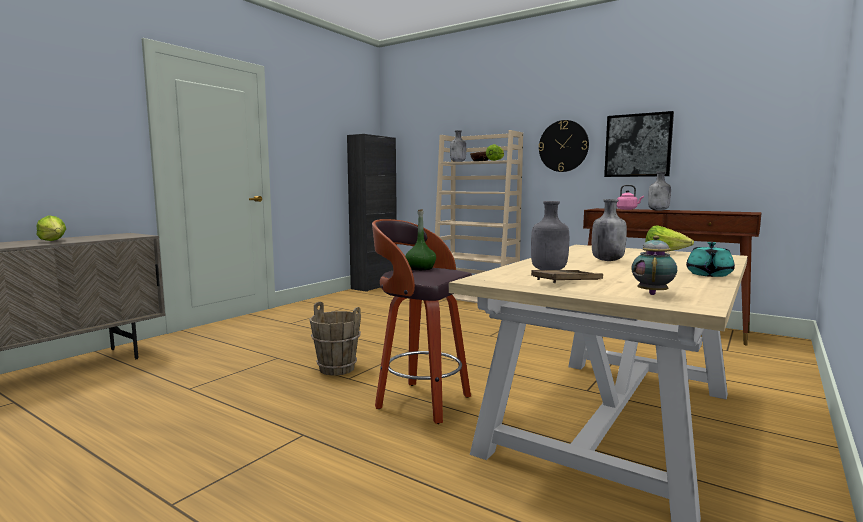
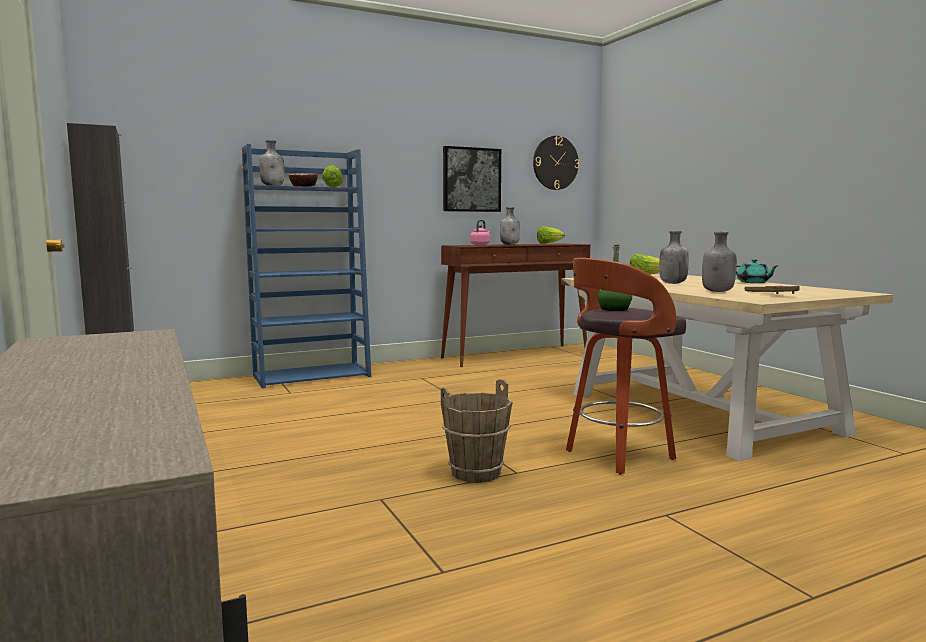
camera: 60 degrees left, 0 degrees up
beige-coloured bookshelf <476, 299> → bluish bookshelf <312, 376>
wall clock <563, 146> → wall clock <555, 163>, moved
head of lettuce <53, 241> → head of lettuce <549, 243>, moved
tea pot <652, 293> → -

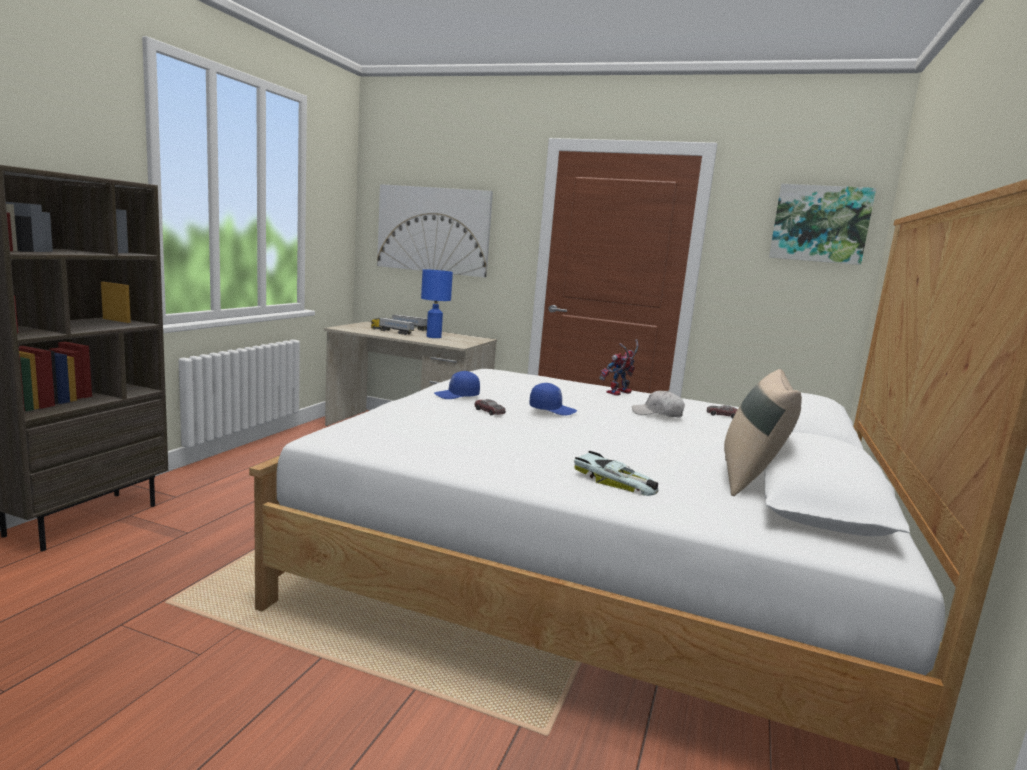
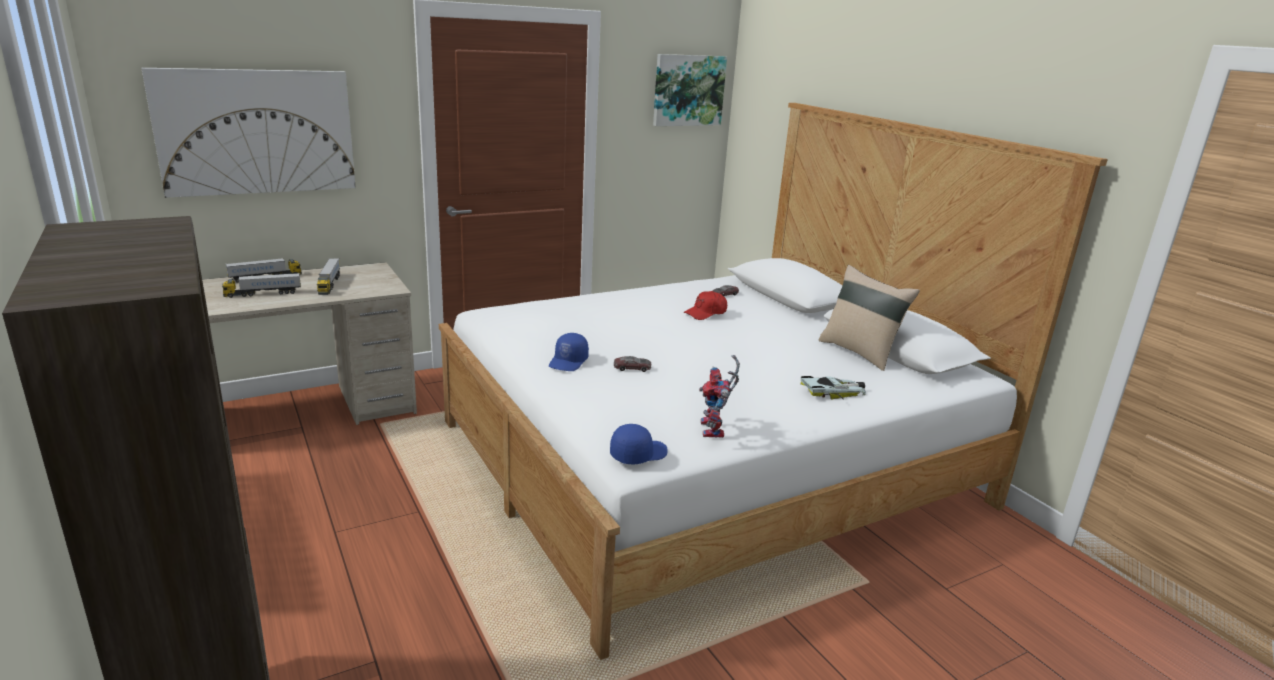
camera: 50 degrees left, 10 degrees up
bluish table lamp <434, 337> → toy truck <329, 284>
bluish peaked cap <552, 410> → bluish peaked cap <638, 454>, moved
white-coloured peaked cap <657, 414> → red-coloured peaked cap <706, 313>
toy robot <618, 393> → toy robot <715, 431>, moved

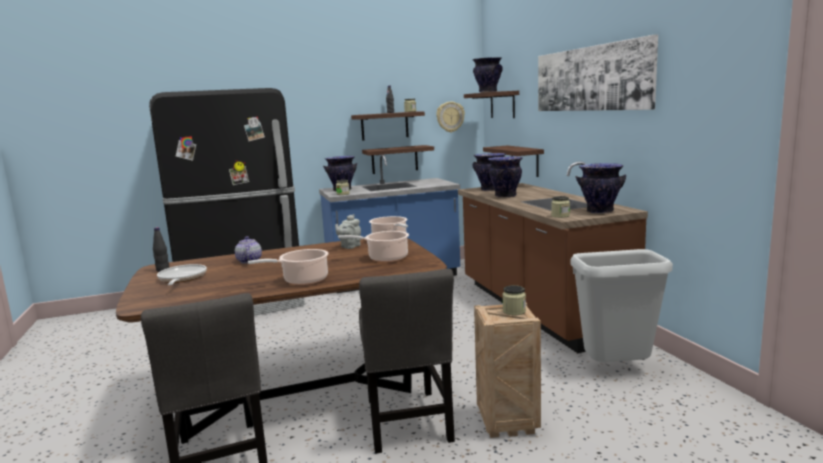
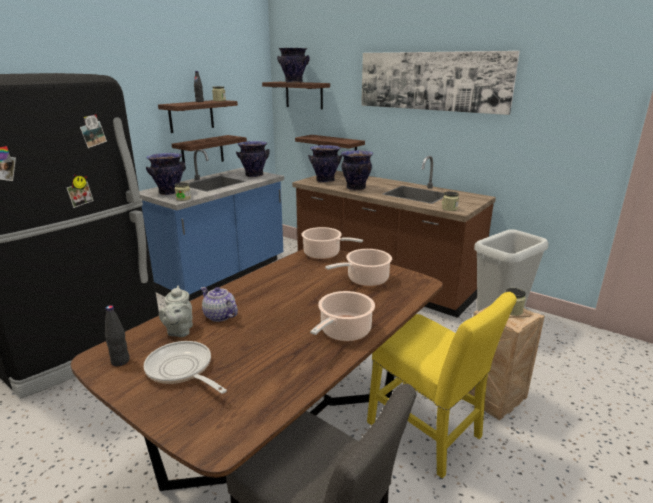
camera: 35 degrees left, 10 degrees up
greyish tea pot <349, 246> → greyish tea pot <179, 331>, moved
flower vase <600, 211> → flower vase <254, 175>, moved
greyish plain chair <408, 424> → yellow-coloured plain chair <428, 433>
wall clock <450, 117> → -

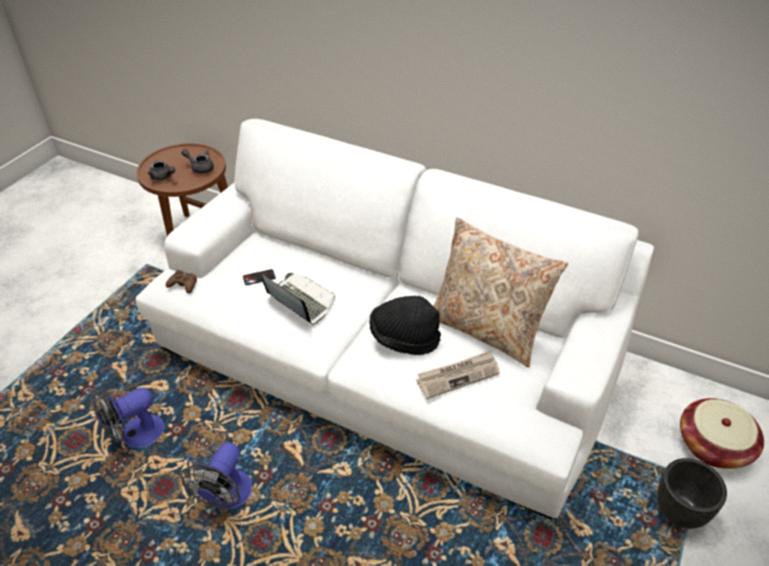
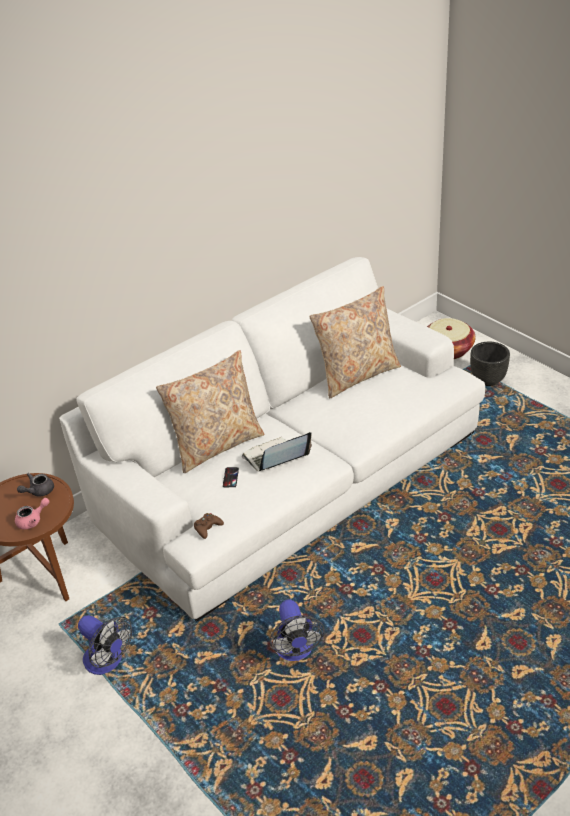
camera: 65 degrees left, 5 degrees down
greyish tea pot <163, 177> → pink tea pot <32, 520>
fan <227, 498> → fan <108, 662>, moved
- → beige-coloured throw pillow <216, 445>
black hat <404, 338> → -
printed paper <458, 375> → -

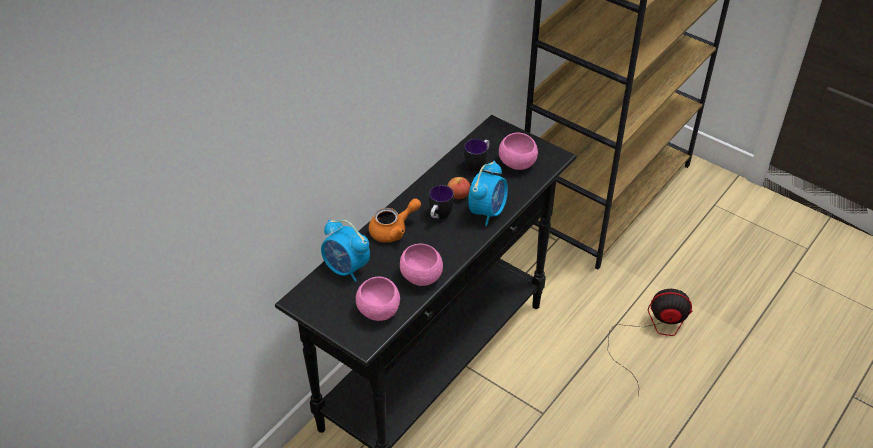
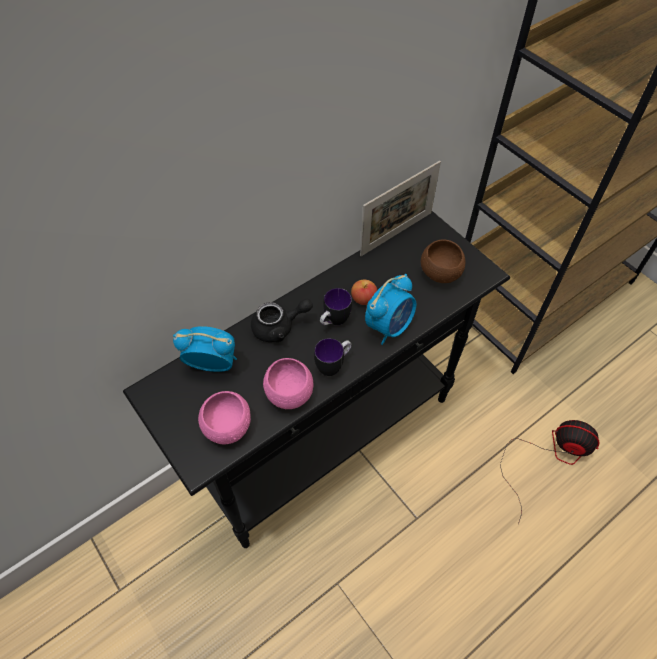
camera: 15 degrees right, 10 degrees up
bedside clock <346, 268> → bedside clock <212, 364>, 135 degrees clockwise
orange tea pot <393, 230> → black tea pot <279, 327>
mug <478, 164> → mug <333, 365>, moved
- → standing frame <396, 233>
pink bowl <517, 163> → brown bowl <440, 273>

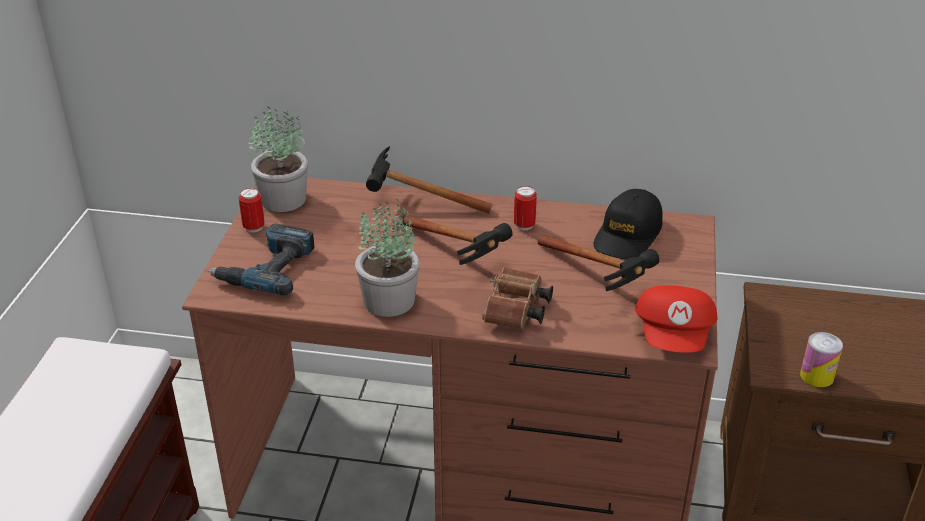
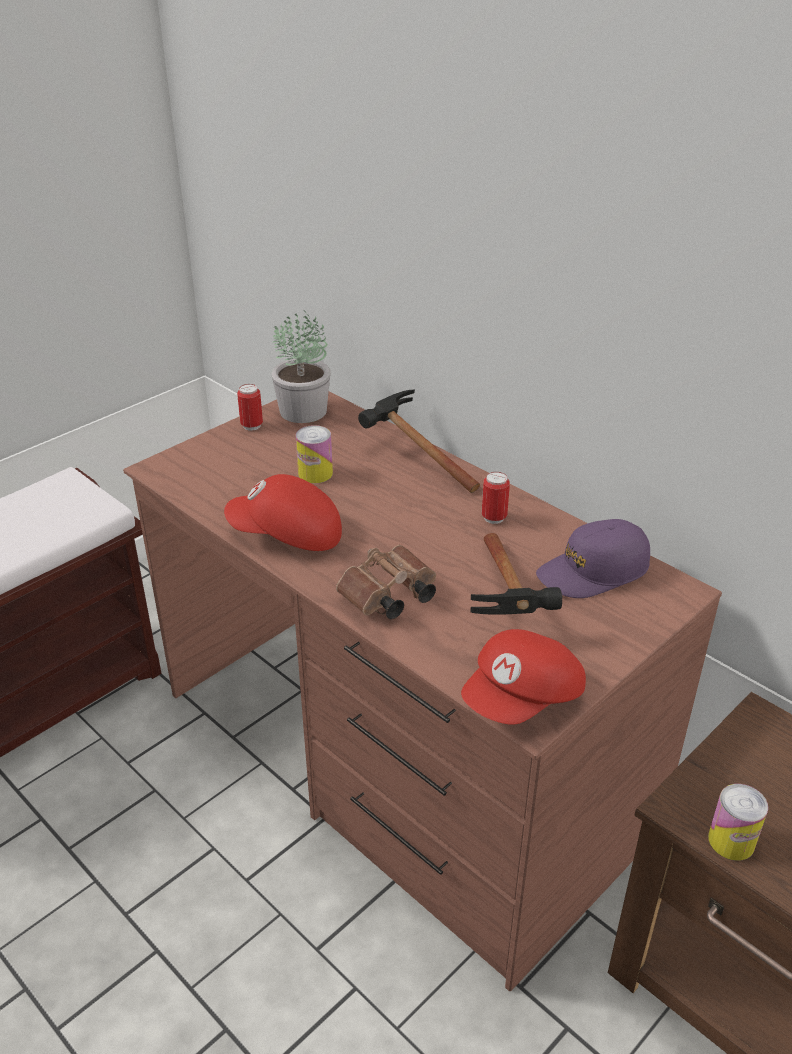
camera: 35 degrees right, 0 degrees up
houseplant <390, 300> → red-coloured peaked cap <287, 536>
- → metal can <315, 473>
black peaked cap <627, 235> → purplish peaked cap <593, 571>
power drill <267, 268> → -
hand hammer <459, 257> → -

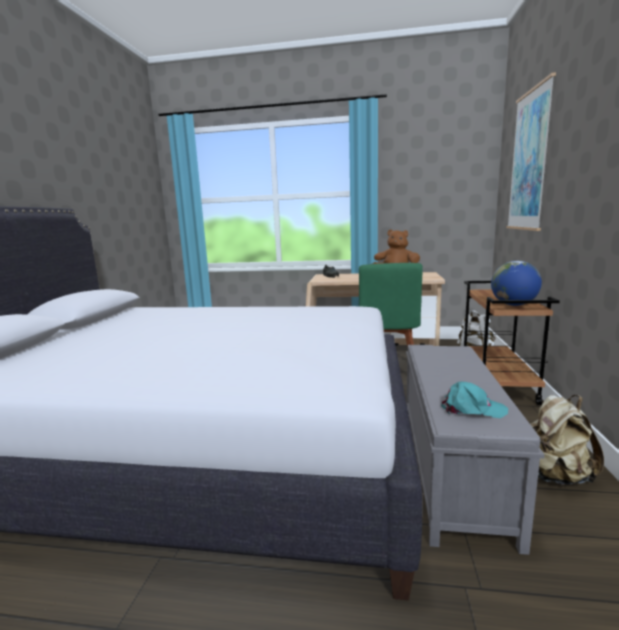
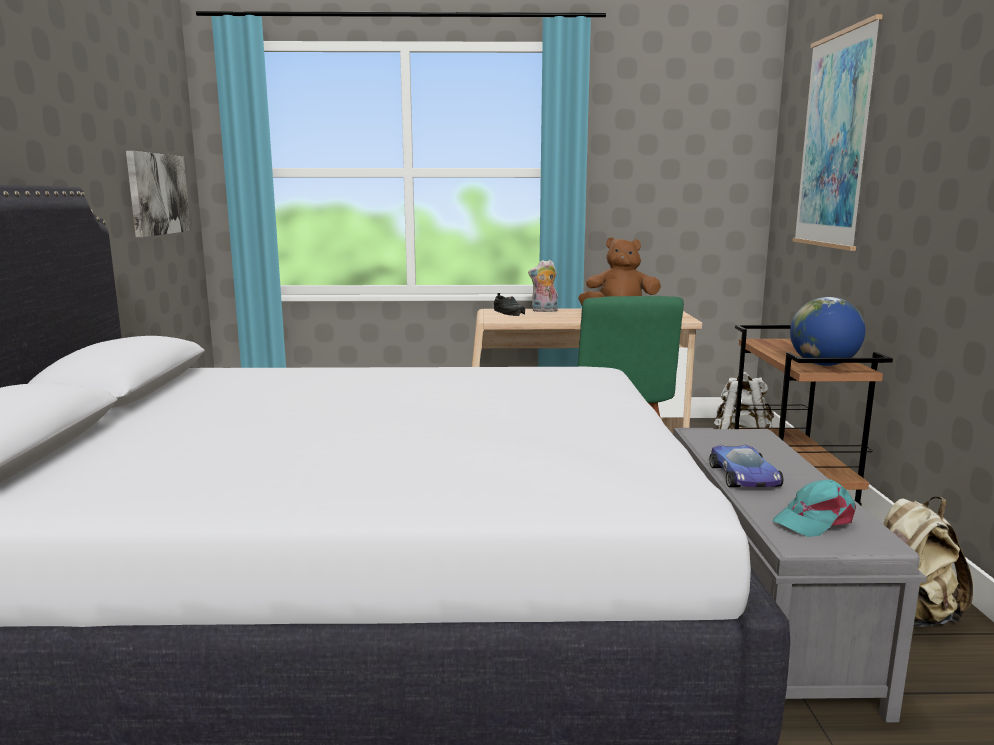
camera: 10 degrees left, 0 degrees up
- → wall picture <157, 194>
- → cuddly toy <544, 311>
- → miniature car <744, 477>
turquoise peaked cap <472, 409> → turquoise peaked cap <814, 520>, 150 degrees clockwise

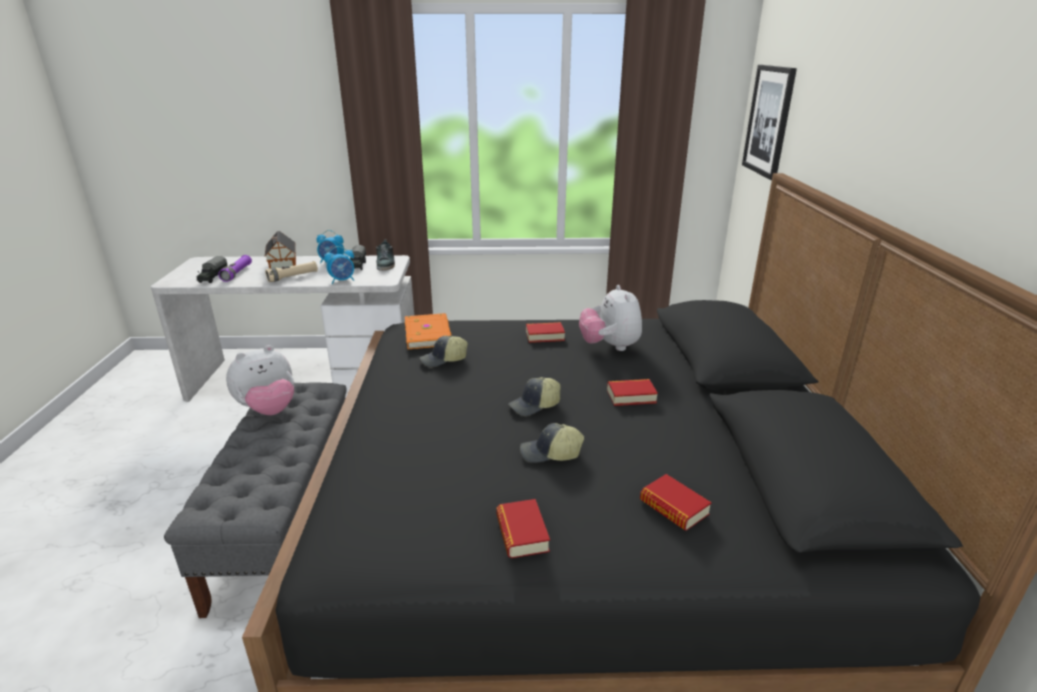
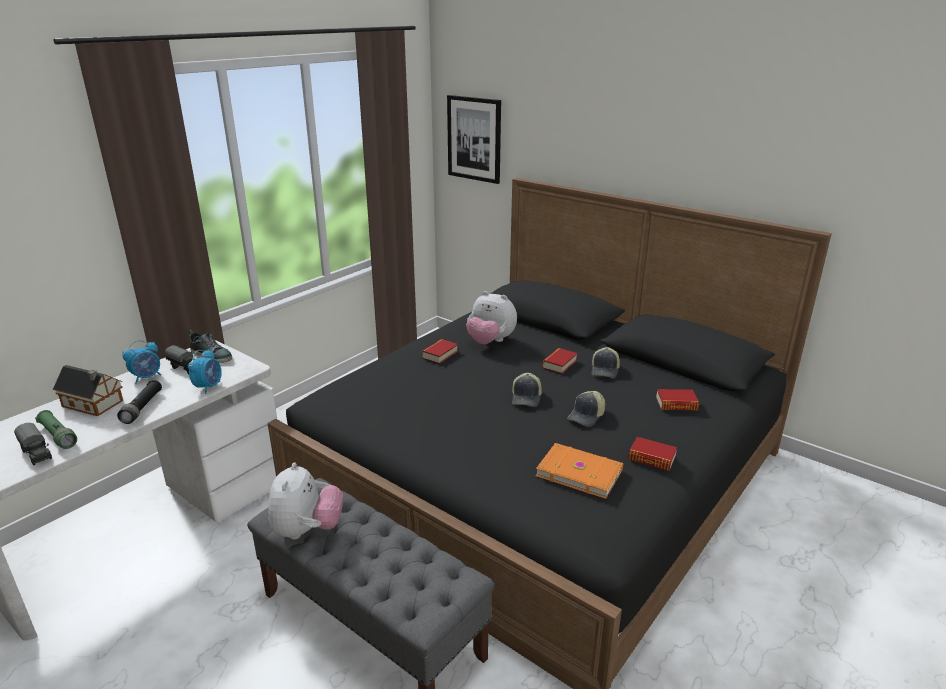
camera: 50 degrees left, 0 degrees up
purplish torch <237, 273> → greenish torch <58, 436>
beige-coloured torch <293, 277> → black torch <142, 408>
orange volume <429, 334> → orange volume <579, 472>, moved
peaked cap <444, 360> → peaked cap <605, 370>, moved

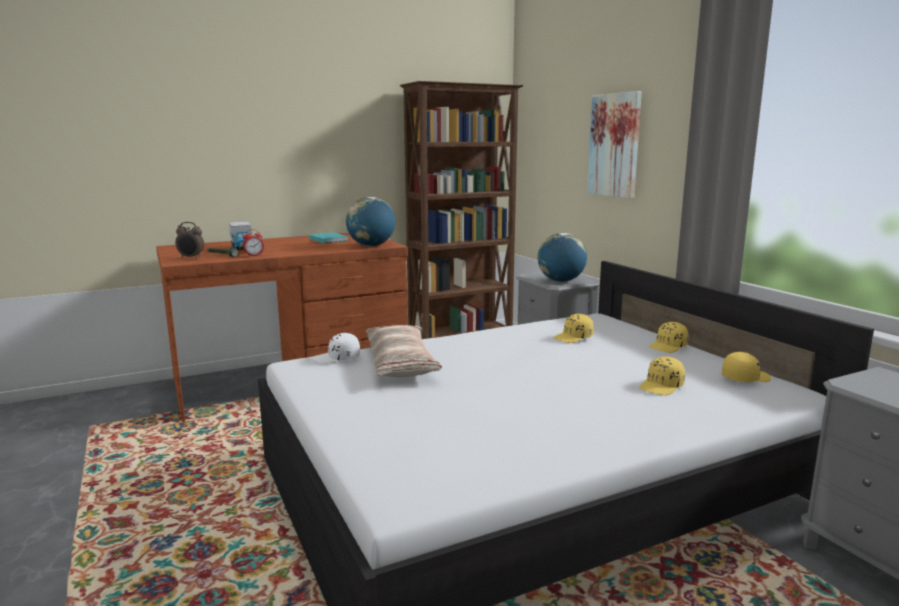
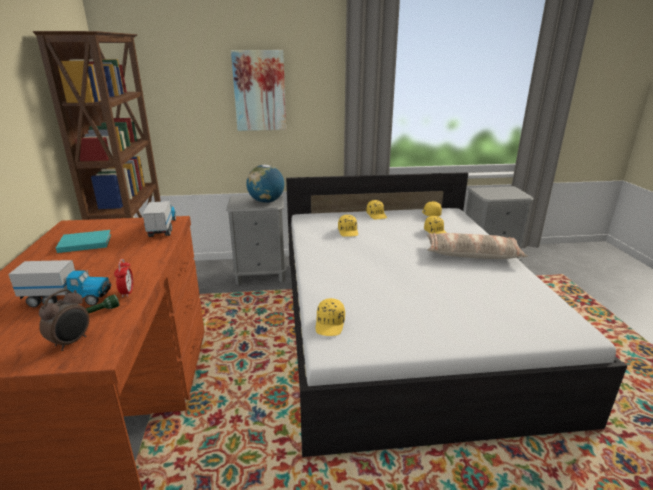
camera: 70 degrees left, 10 degrees up
desk globe <371, 246> → toy truck <163, 228>
white-coloured peaked cap <337, 358> → yellow-coloured peaked cap <330, 324>
throw pillow <401, 363> → throw pillow <472, 254>, moved

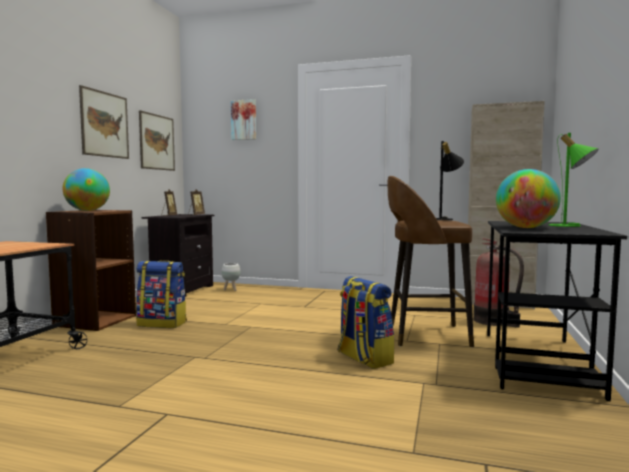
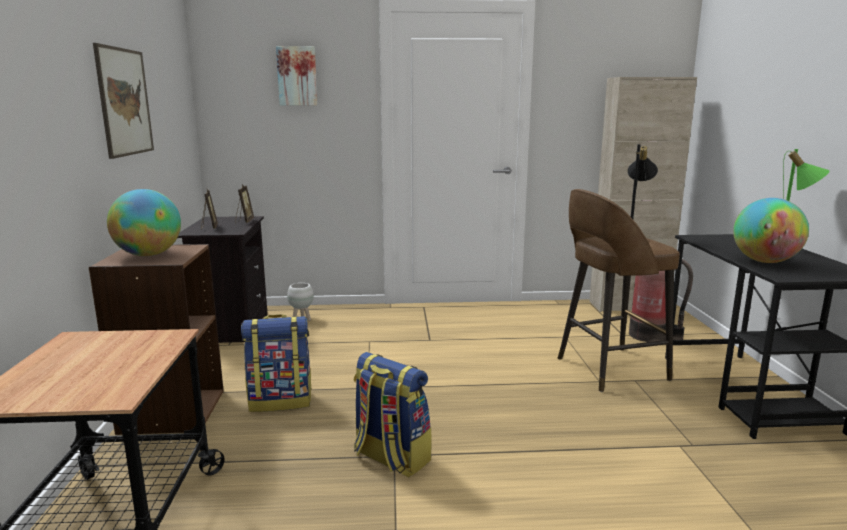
camera: 20 degrees left, 10 degrees up
rucksack <363, 359> → rucksack <390, 458>, moved
wall picture <157, 142> → -

